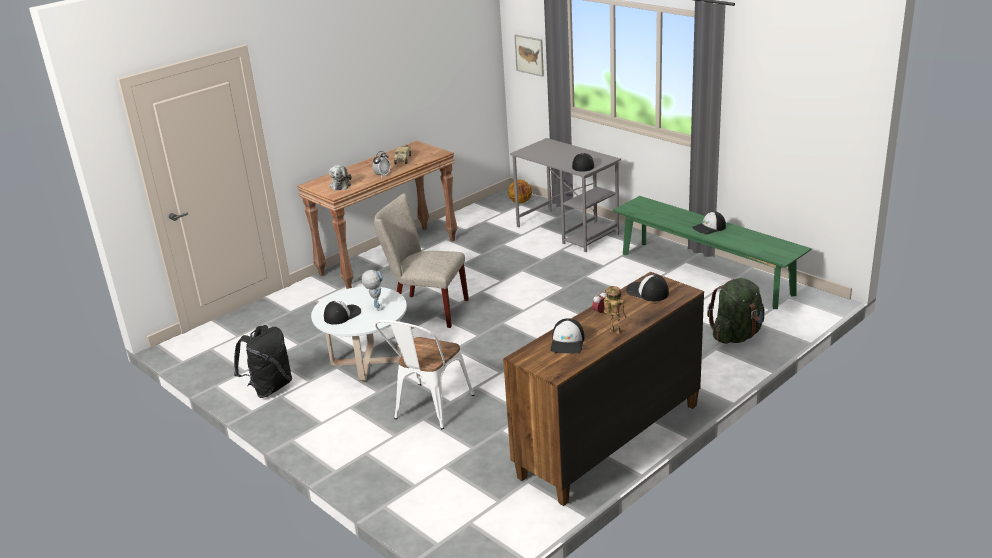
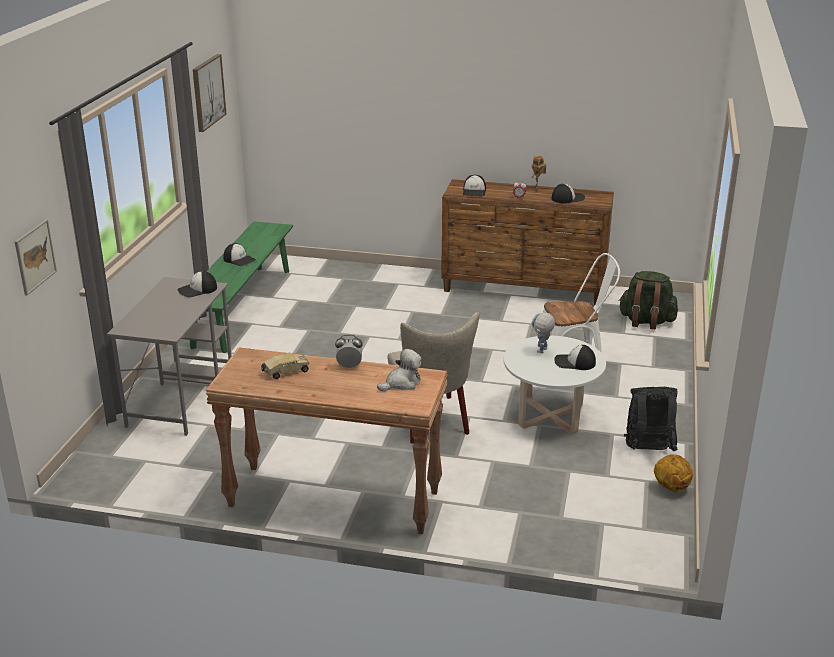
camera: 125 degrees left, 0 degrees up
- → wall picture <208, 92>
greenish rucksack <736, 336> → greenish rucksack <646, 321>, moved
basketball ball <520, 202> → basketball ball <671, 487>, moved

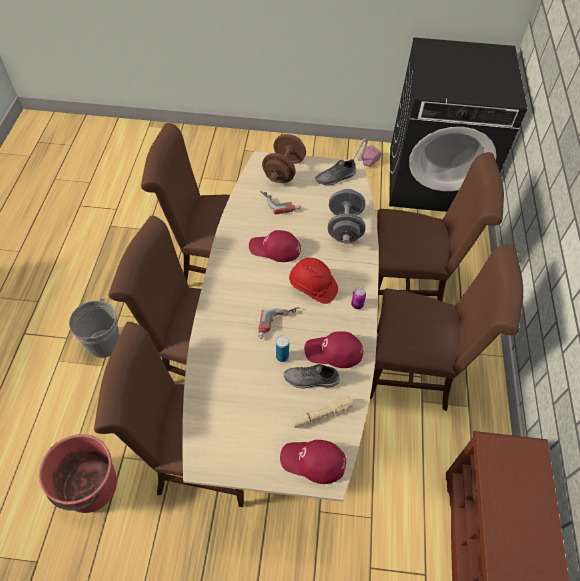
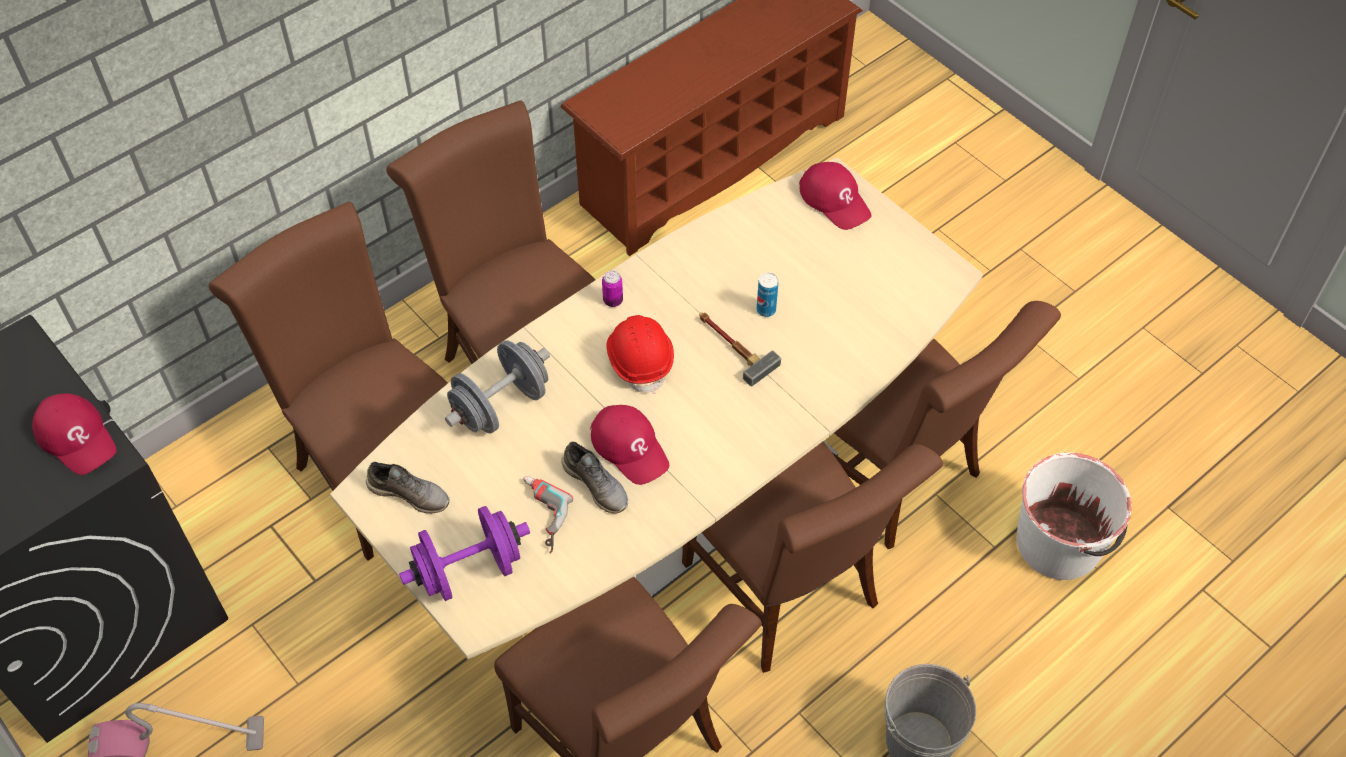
camera: 135 degrees left, 0 degrees up
red-coloured peaked cap <334, 352> → red-coloured peaked cap <77, 437>, moved
brown hand weight <284, 171> → purplish hand weight <469, 570>
greyish shoe <311, 380> → greyish shoe <596, 484>, moved
power drill <278, 325> → hand hammer <732, 346>
red-coloured water bucket <89, 487> → white-coloured water bucket <1059, 543>
beige-coloured torch <321, 415> → -

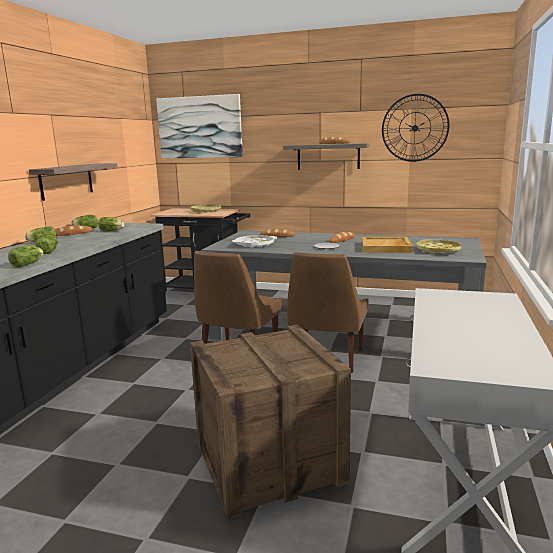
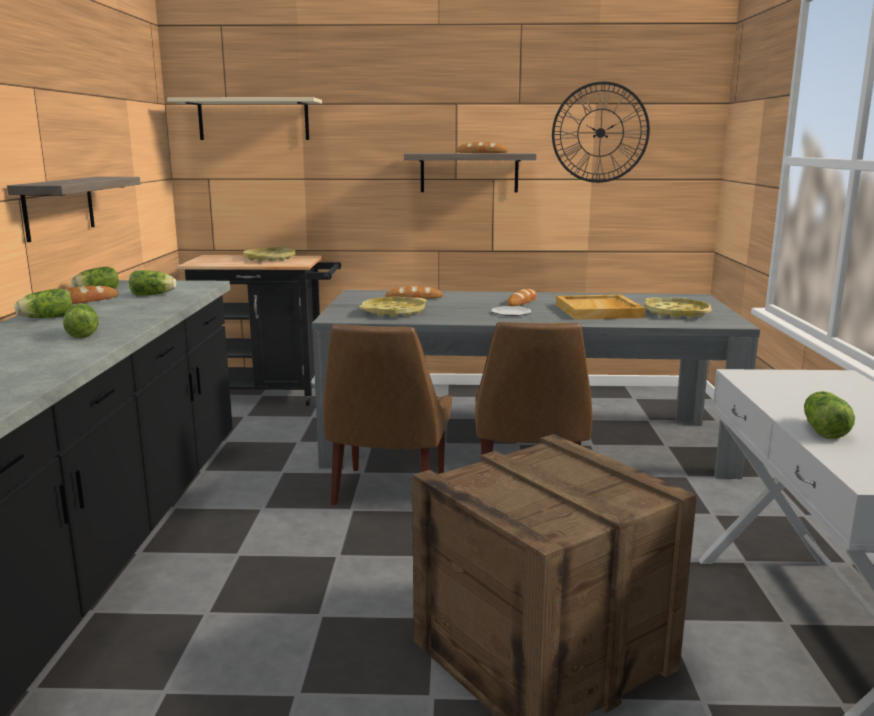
camera: 15 degrees left, 0 degrees up
wall picture <200, 127> → beige-coloured wall shelf <253, 120>
white-coloured tray <255, 244> → yellow-coloured tray <393, 312>
head of lettuce <28, 264> → head of lettuce <823, 429>, moved

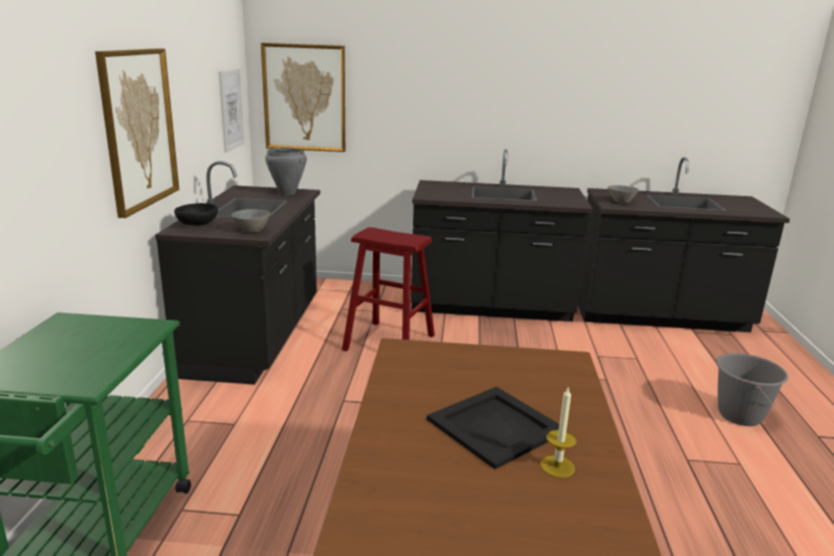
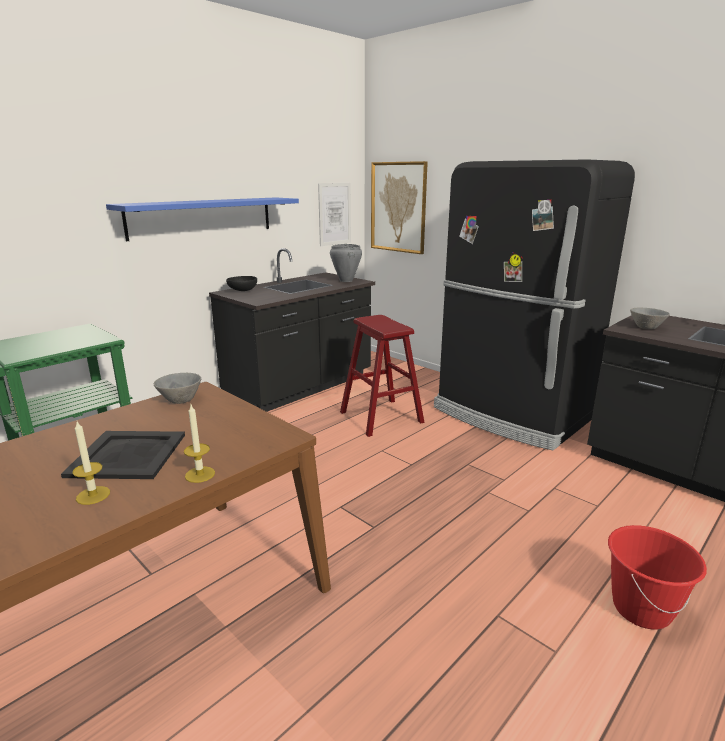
camera: 40 degrees right, 0 degrees up
wall picture <138, 129> → bluish wall shelf <202, 217>
greyish bowl <251, 230> → greyish bowl <181, 399>, moved
- → wax light <200, 474>
black counter <491, 306> → black fridge <510, 415>
greyish water bucket <739, 415> → red-coloured water bucket <641, 609>

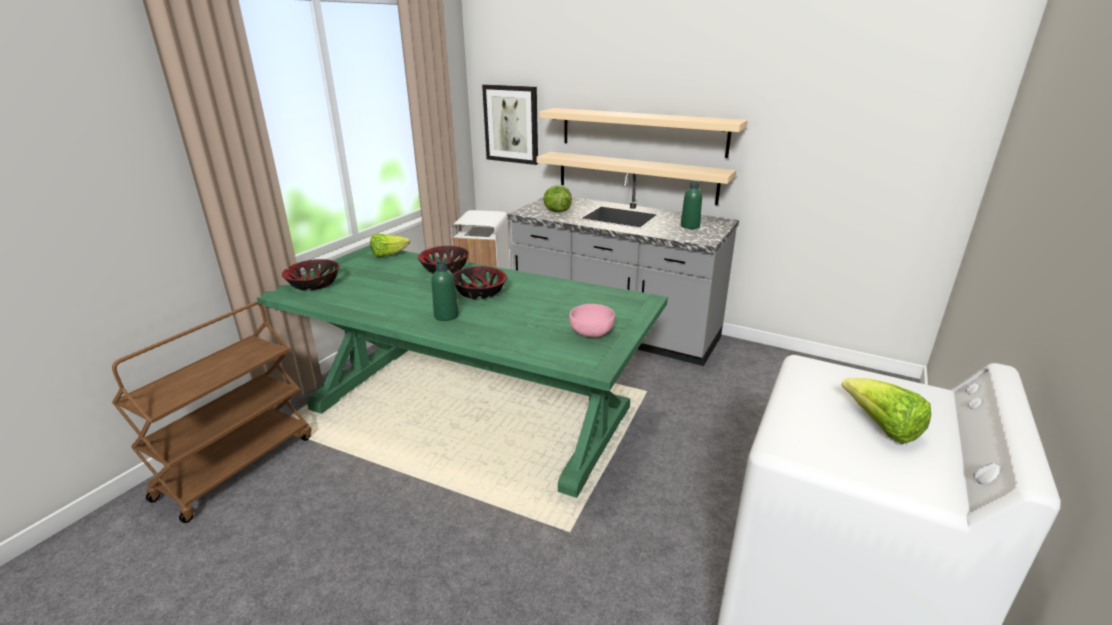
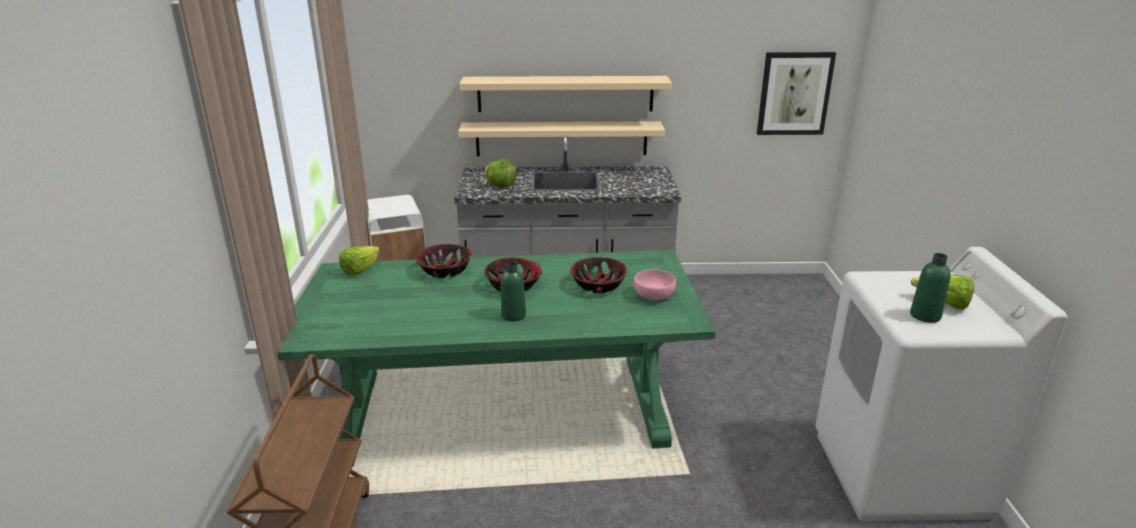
camera: 30 degrees left, 0 degrees up
bowl <314, 284> → bowl <598, 286>, moved
wall picture <511, 124> → wall picture <794, 93>, moved
greenish beverage bottle <690, 226> → greenish beverage bottle <925, 316>, moved

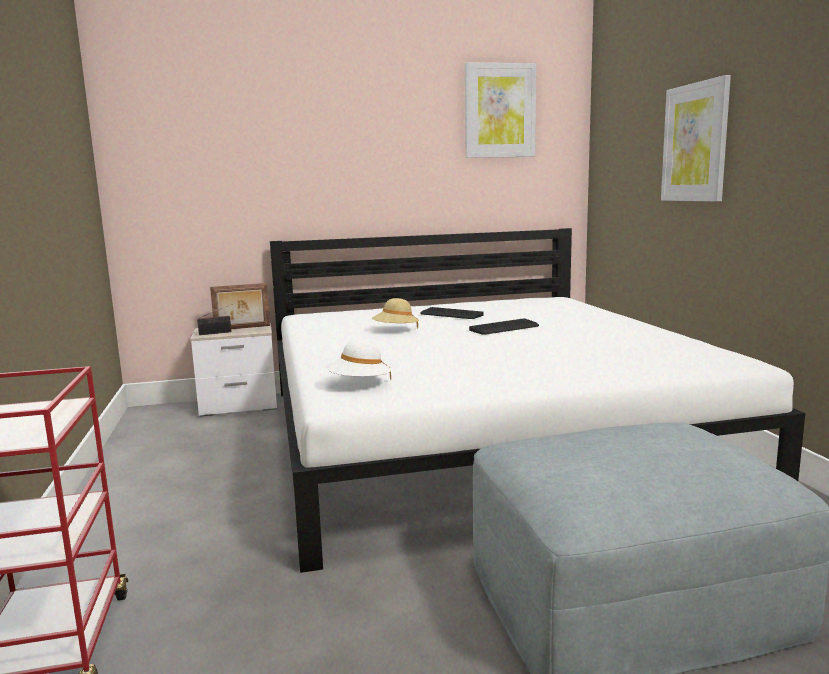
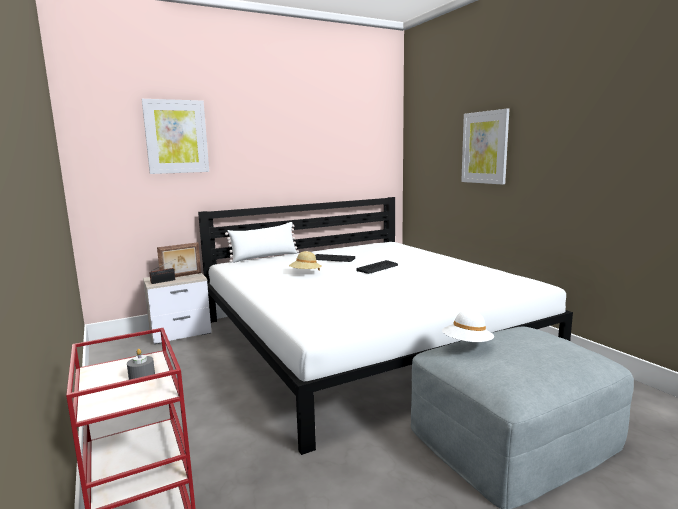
camera: 15 degrees left, 0 degrees up
- → greyish wax light <142, 376>
wall picture <500, 111> → wall picture <176, 137>, moved
- → white-coloured throw pillow <264, 257>
white-coloured hat <359, 384> → white-coloured hat <467, 345>, moved

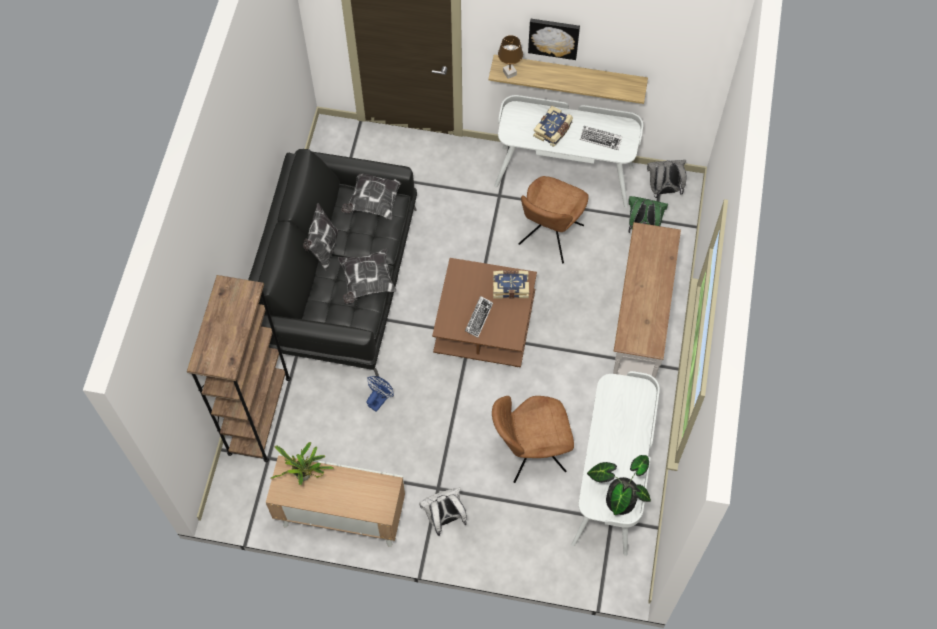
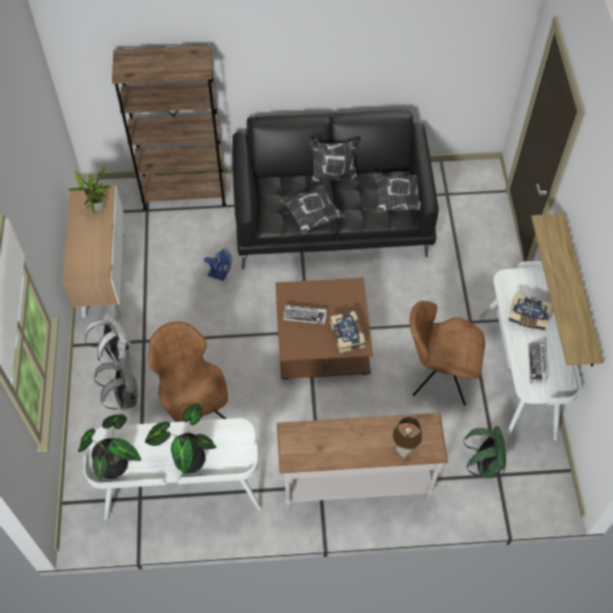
camera: 75 degrees right, 5 degrees down
greyish rucksack <663, 190> → greyish rucksack <124, 397>, moved
- → houseplant <187, 456>
brown table lamp <509, 73> → brown table lamp <404, 450>, moved
wall picture <554, 37> → -

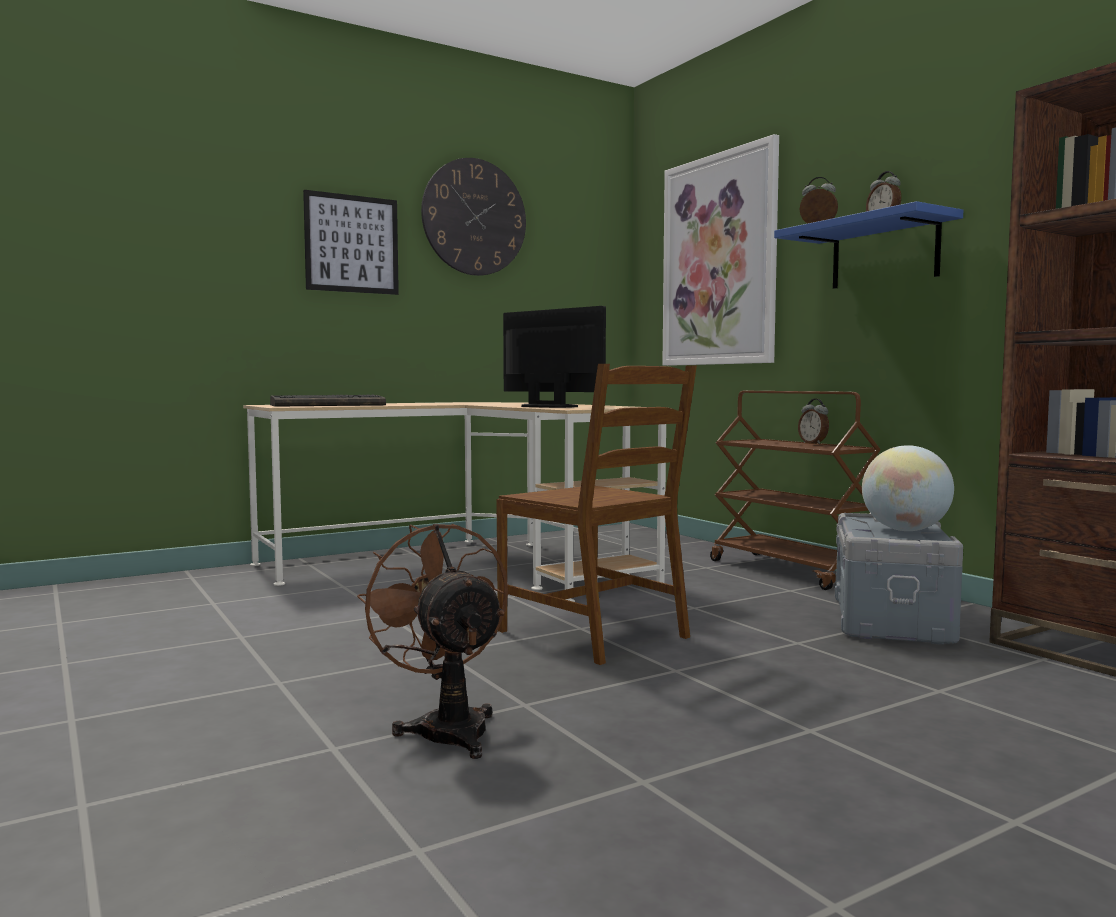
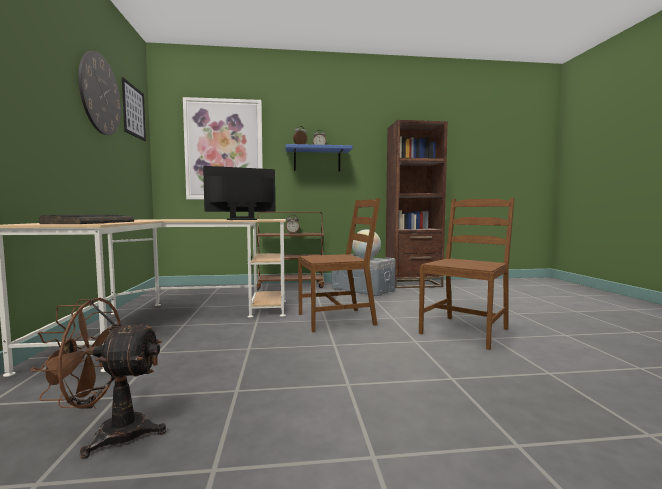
camera: 65 degrees left, 0 degrees up
brown fan <446, 727> → brown fan <109, 434>, moved
wall picture <352, 244> → wall picture <133, 111>, moved
- → brown plain chair <465, 331>

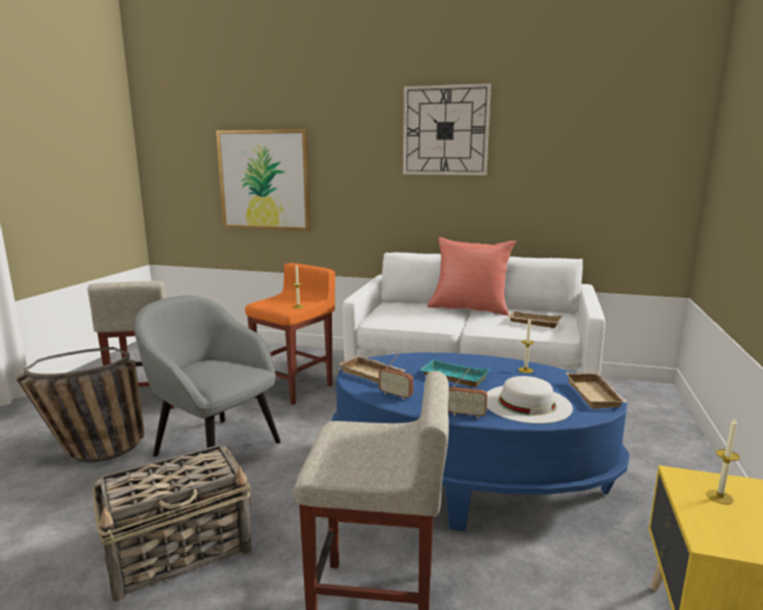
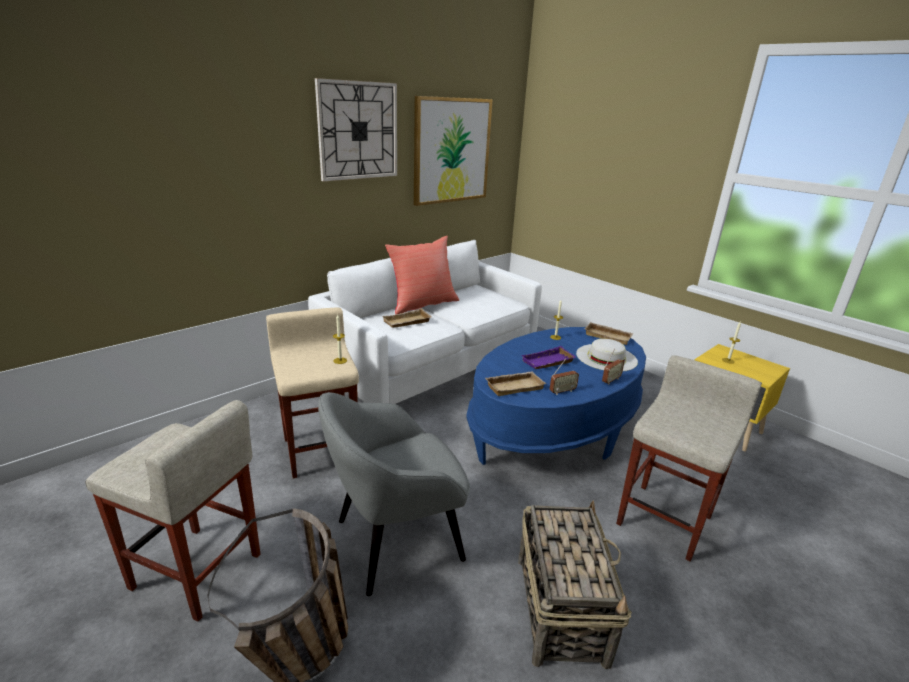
camera: 60 degrees left, 10 degrees up
orange stool <294, 387> → beige-coloured stool <320, 450>
beige-coloured tray <533, 323> → beige-coloured tray <406, 322>, moved
wall picture <264, 180> → wall picture <452, 151>, moved
turquoise tray <452, 378> → purplish tray <548, 362>

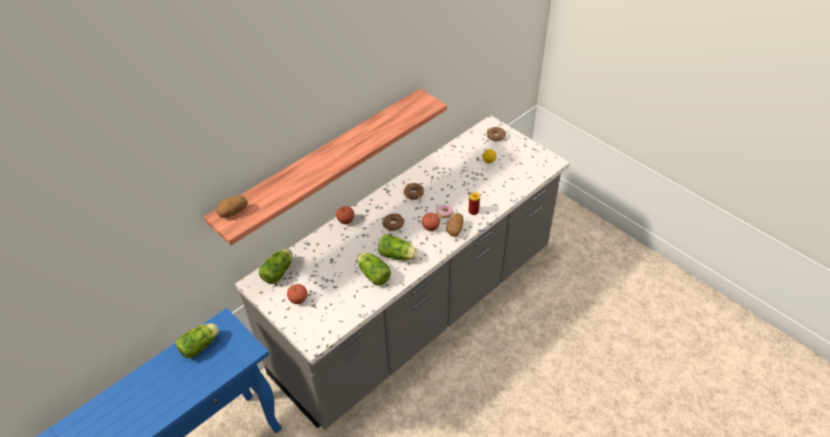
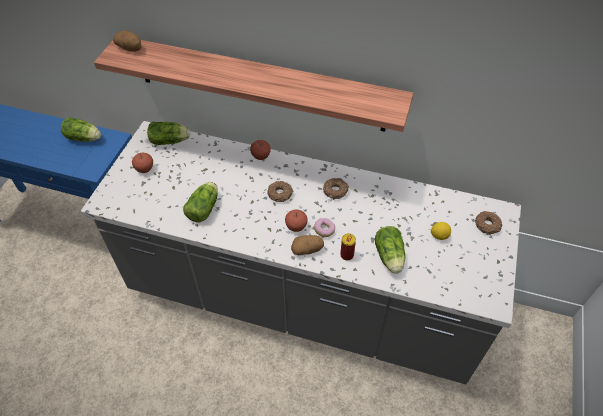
camera: 60 degrees right, 5 degrees up
head of lettuce <398, 256> → head of lettuce <389, 257>, moved

